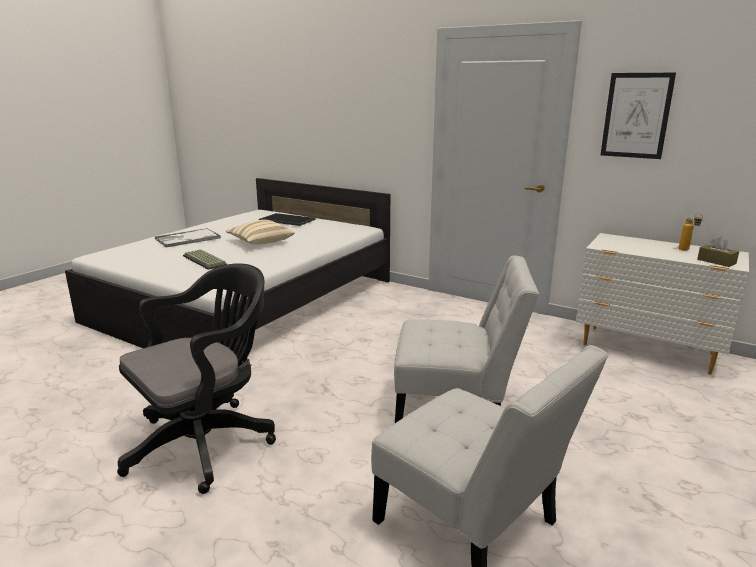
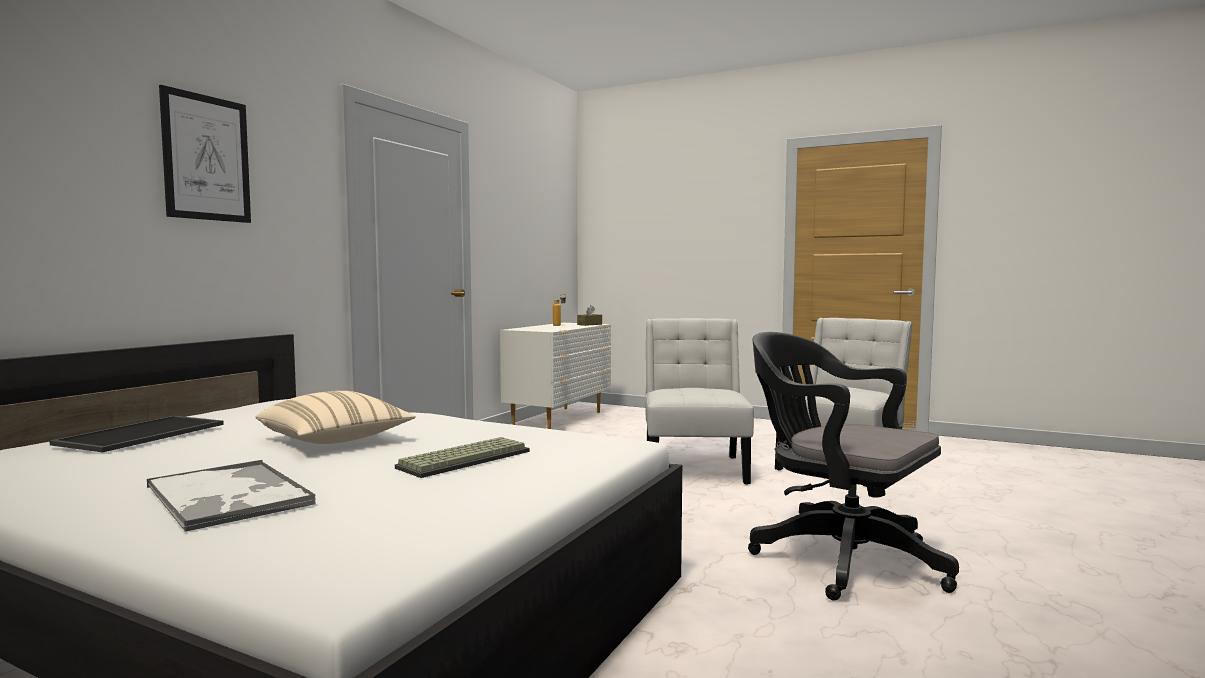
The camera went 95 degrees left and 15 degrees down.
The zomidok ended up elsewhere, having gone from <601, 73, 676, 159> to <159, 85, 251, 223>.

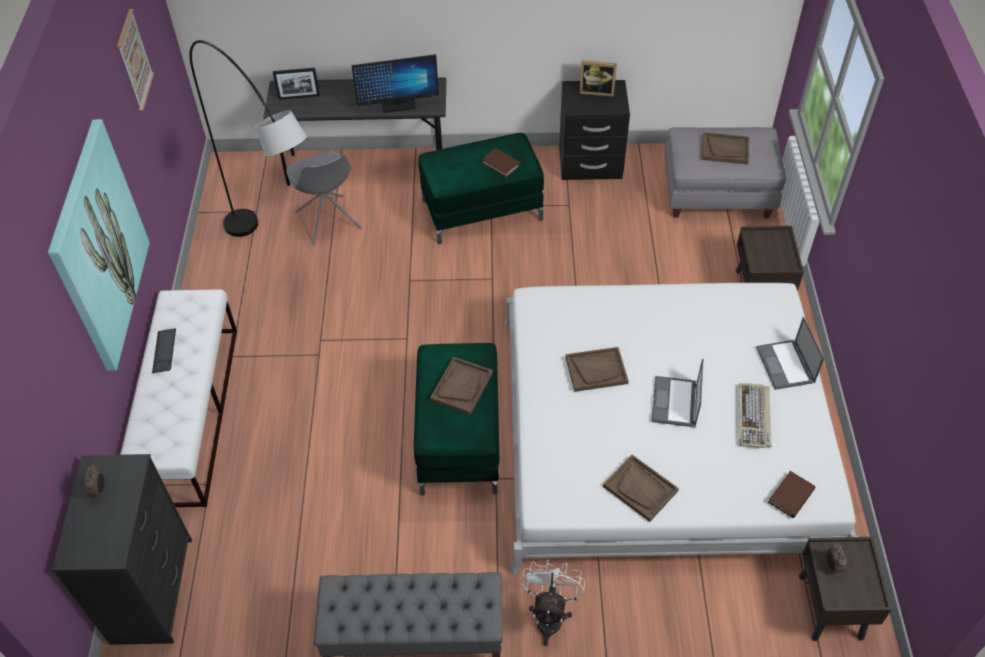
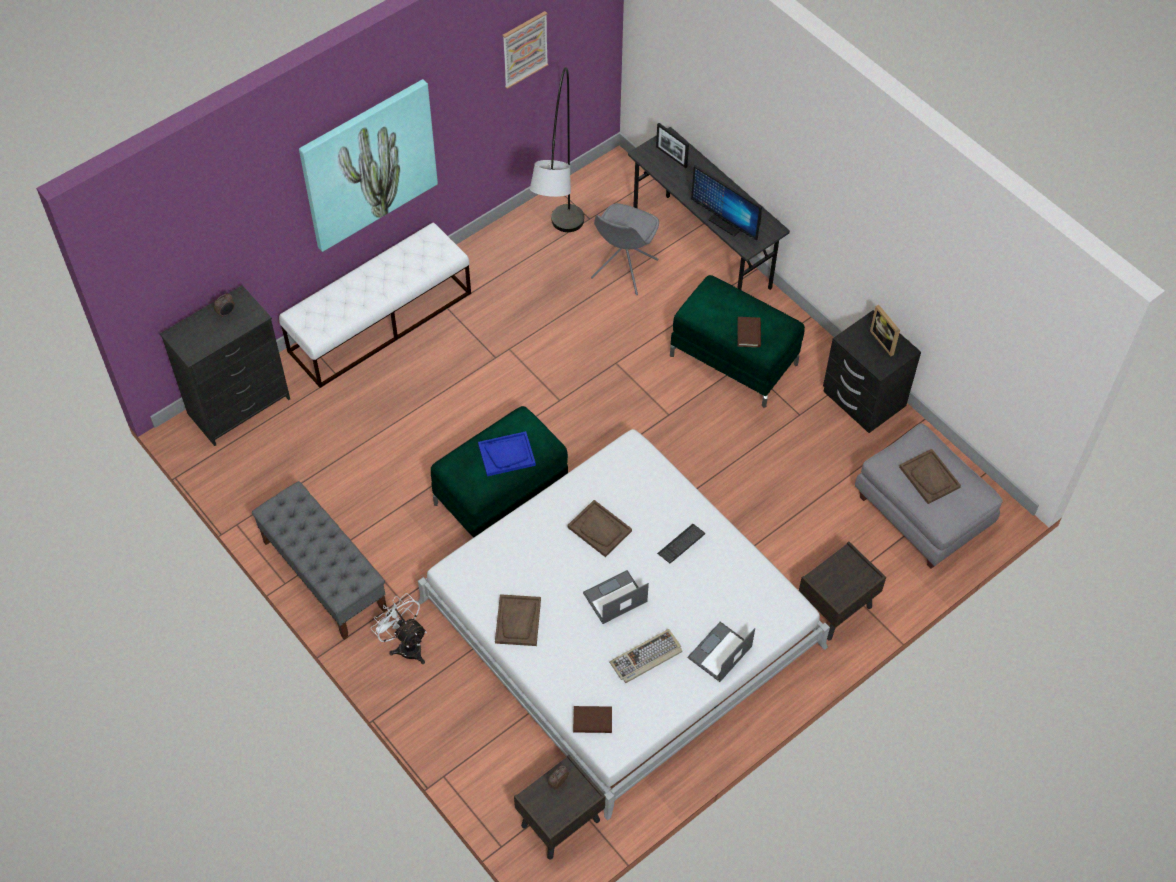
The camera went 50 degrees right and 5 degrees up.
The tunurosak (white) at <521, 559, 585, 646> ended up facing another way, 105 degrees counterclockwise from before.
What was the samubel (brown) at <430, 357, 493, 415> turned into the samubel (blue) at <478, 431, 536, 476>.
The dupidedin ended up elsewhere, having gone from <152, 328, 176, 373> to <657, 524, 705, 563>.

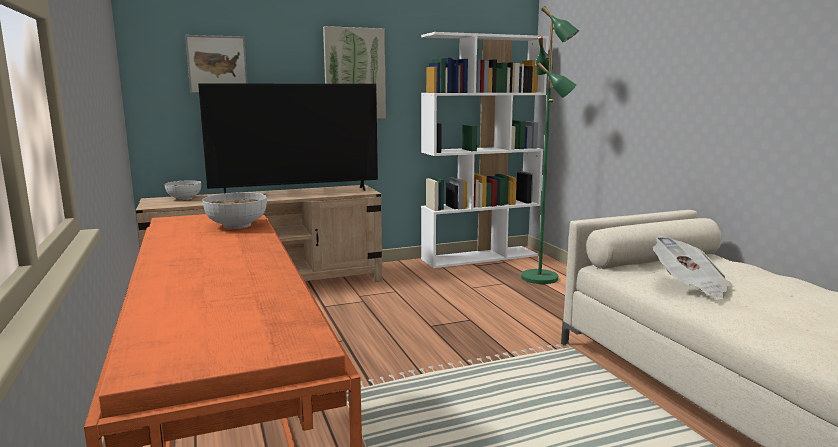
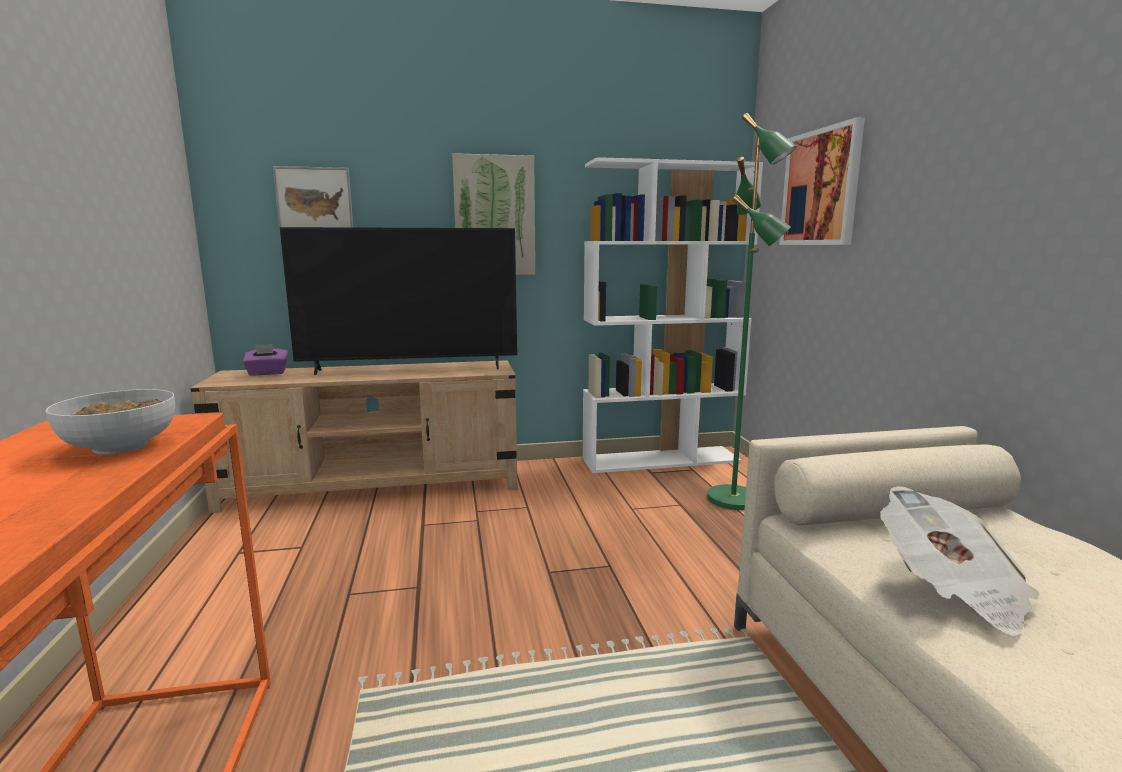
The camera went 10 degrees right and 0 degrees up.
Where the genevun stood at <165, 180, 201, 200>, the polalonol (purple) came to stand at <243, 344, 288, 376>.
The second view gained the zomidok at <779, 117, 865, 245>.

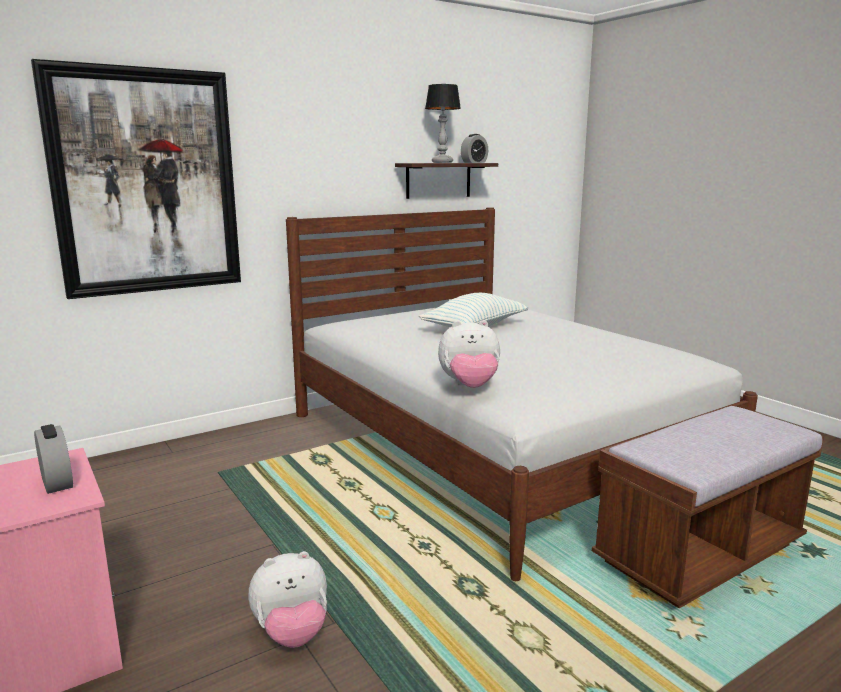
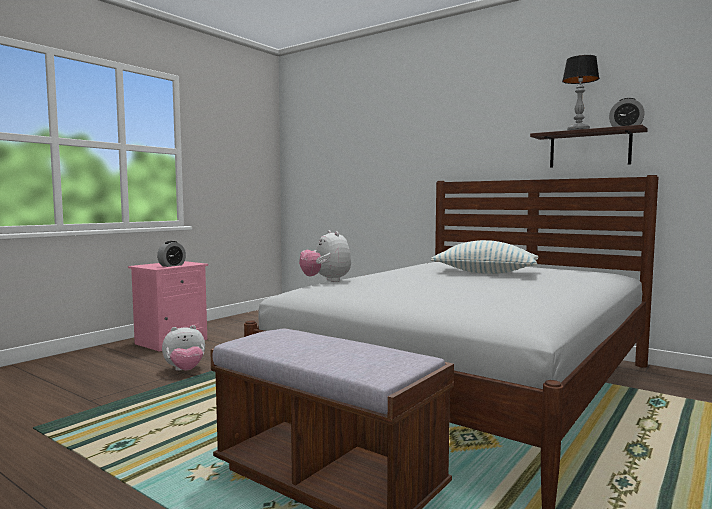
The camera went 70 degrees right and 10 degrees down.
The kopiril at <248, 551, 327, 648> ended up facing another way, 75 degrees counterclockwise from before.
The second view lost the zomidok at <31, 59, 241, 299>.

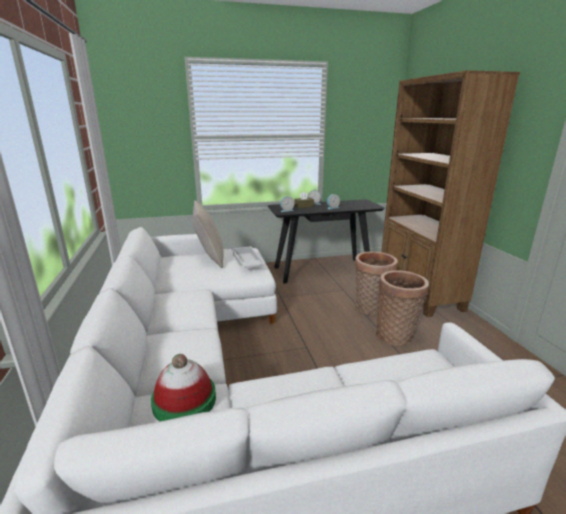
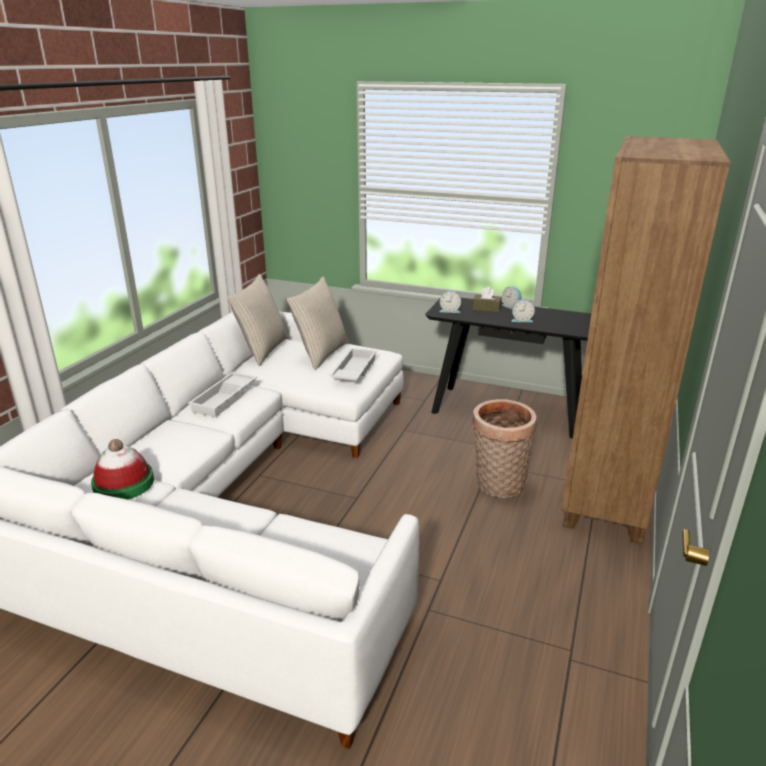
The camera went 35 degrees right and 5 degrees up.
The second view gained the samubel (white) at <188, 372, 257, 417>.
The second view gained the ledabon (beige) at <227, 274, 288, 366>.
The second view lost the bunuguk at <376, 270, 429, 346>.

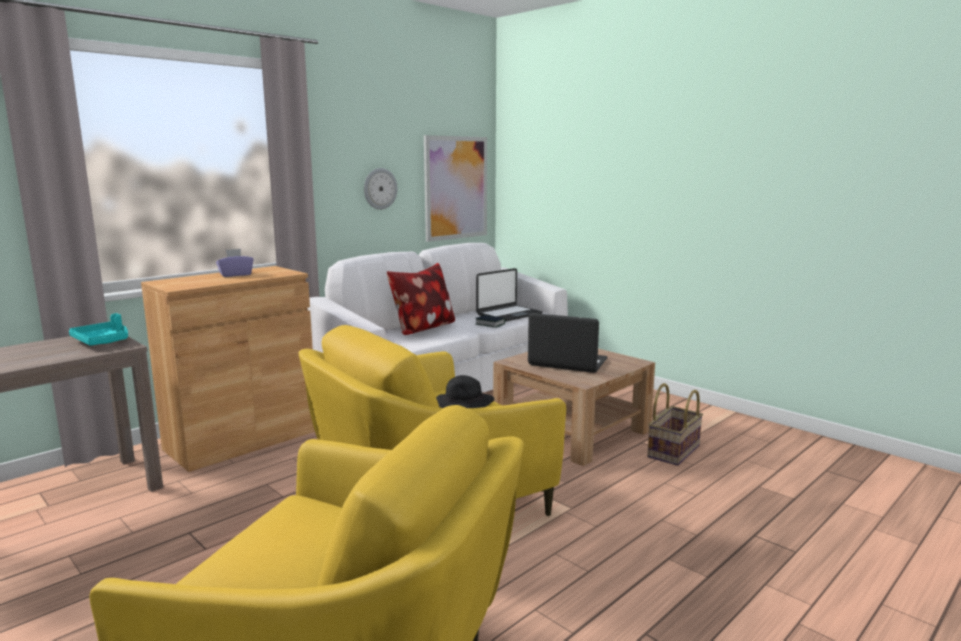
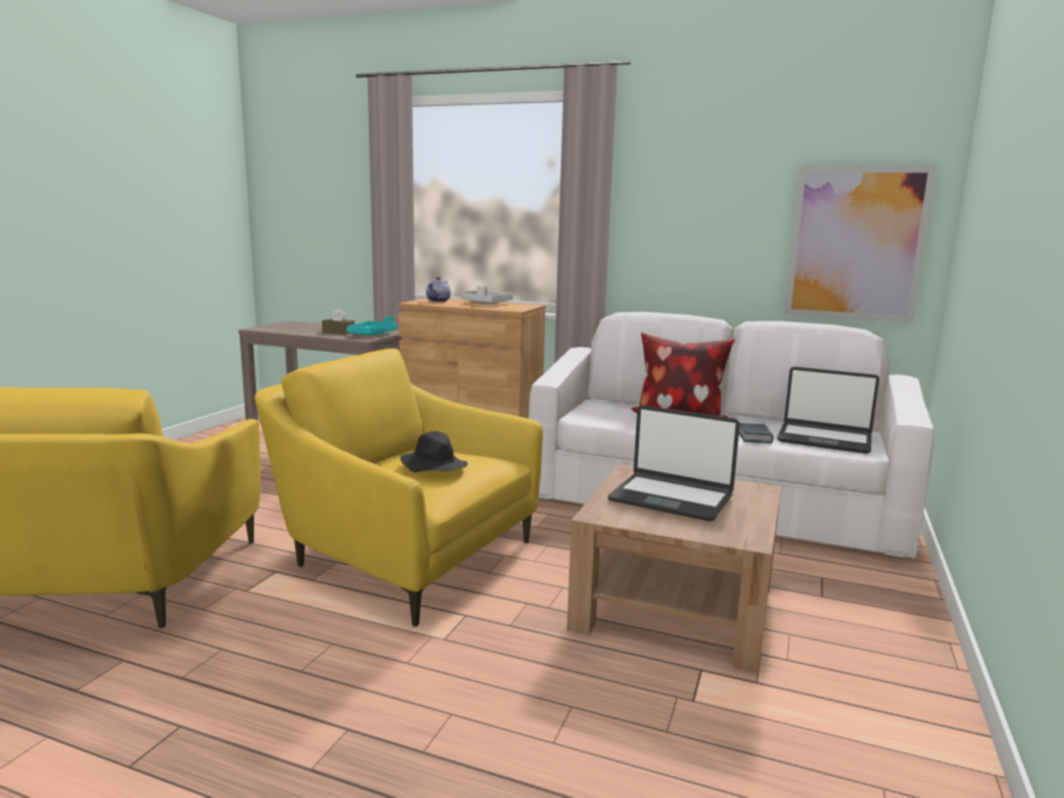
The camera went 65 degrees right and 0 degrees up.
The second view gained the polalonol (brown) at <322, 308, 355, 335>.
The second view gained the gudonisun at <426, 277, 451, 302>.
Where the polalonol (purple) stood at <216, 249, 253, 277>, the samubel (white) came to stand at <461, 286, 513, 304>.
The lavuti at <528, 313, 607, 373> ended up facing another way, 120 degrees clockwise from before.
The second view lost the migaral at <364, 168, 397, 210>.
The second view lost the bunuguk at <647, 383, 703, 466>.

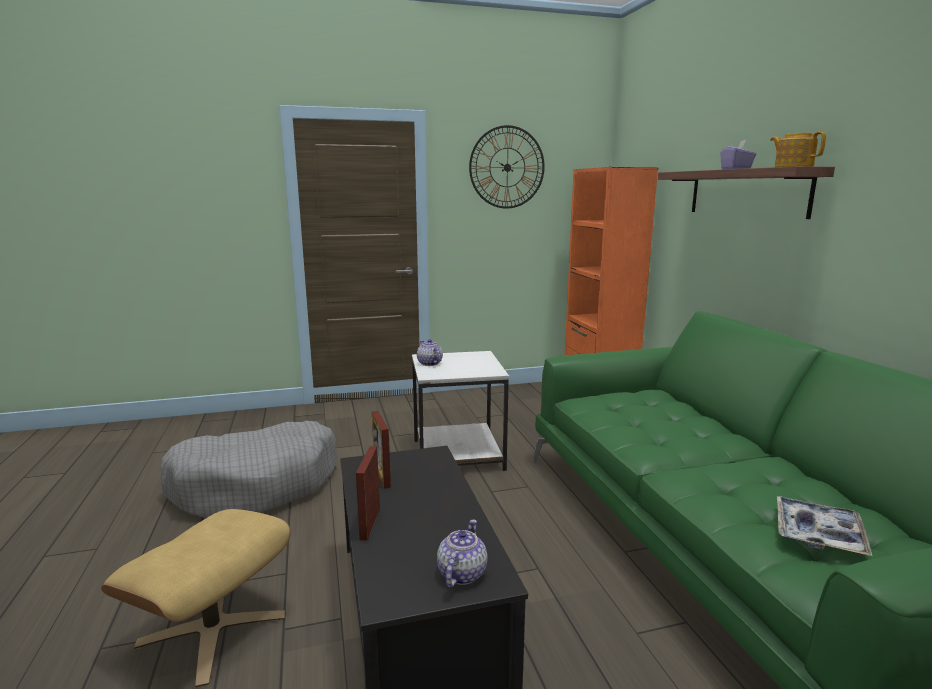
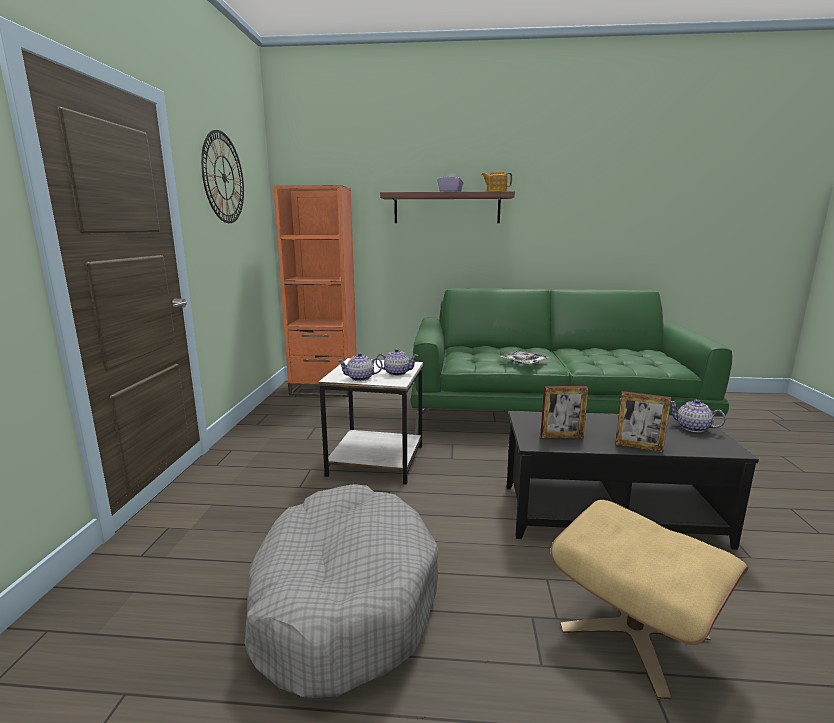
The camera went 70 degrees left and 0 degrees up.
The second view gained the gudonisun at <375, 349, 419, 376>.
The samubel ended up elsewhere, having gone from <777, 496, 872, 556> to <500, 350, 549, 364>.

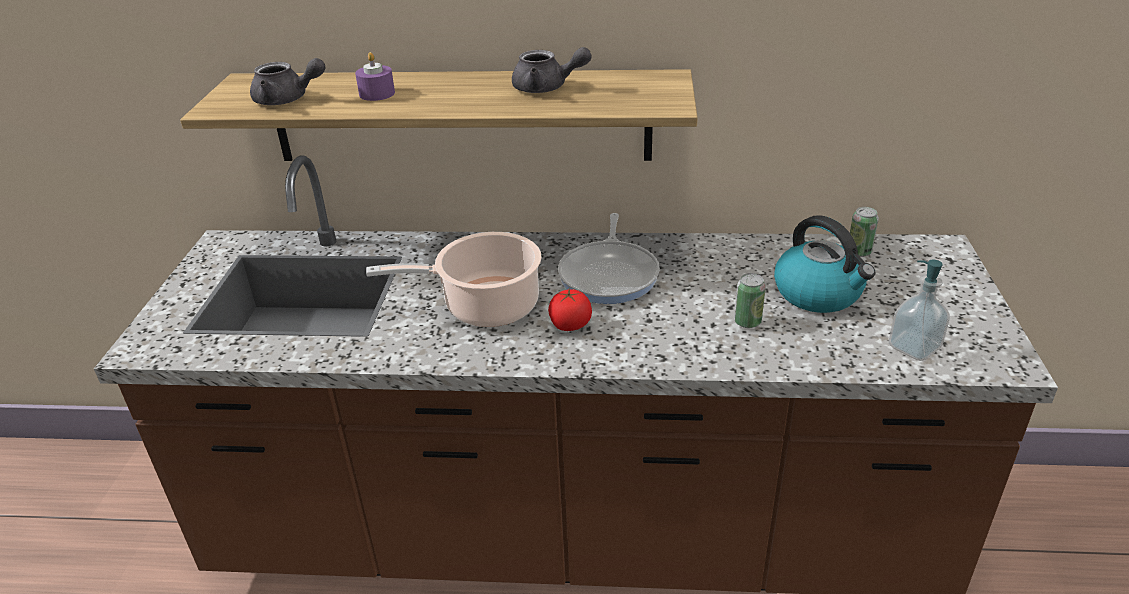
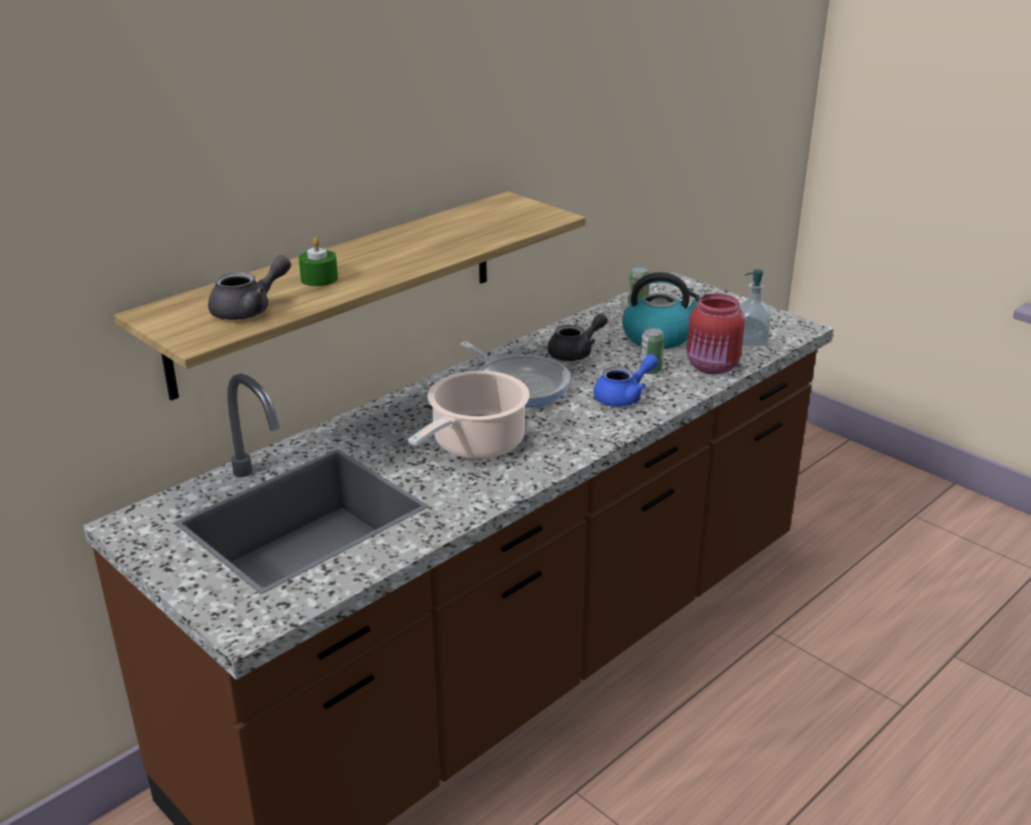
The camera went 50 degrees left and 5 degrees down.
What was the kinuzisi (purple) at <355, 52, 395, 101> turned into the kinuzisi (green) at <299, 237, 338, 287>.
The gudonisun (grey) ended up elsewhere, having gone from <512, 47, 591, 93> to <547, 313, 608, 361>.
The second view gained the gudonisun (blue) at <593, 354, 658, 407>.
The second view gained the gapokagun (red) at <687, 293, 745, 374>.
The second view lost the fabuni at <548, 288, 592, 331>.

